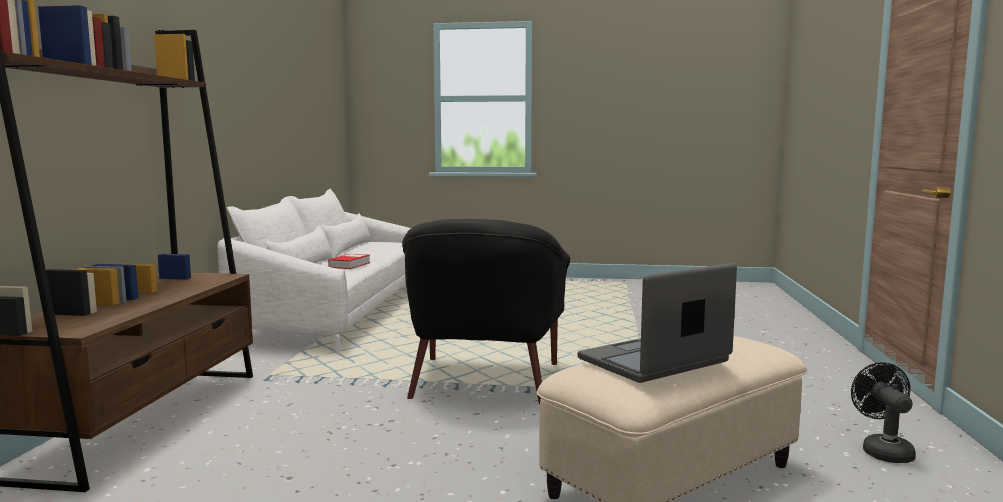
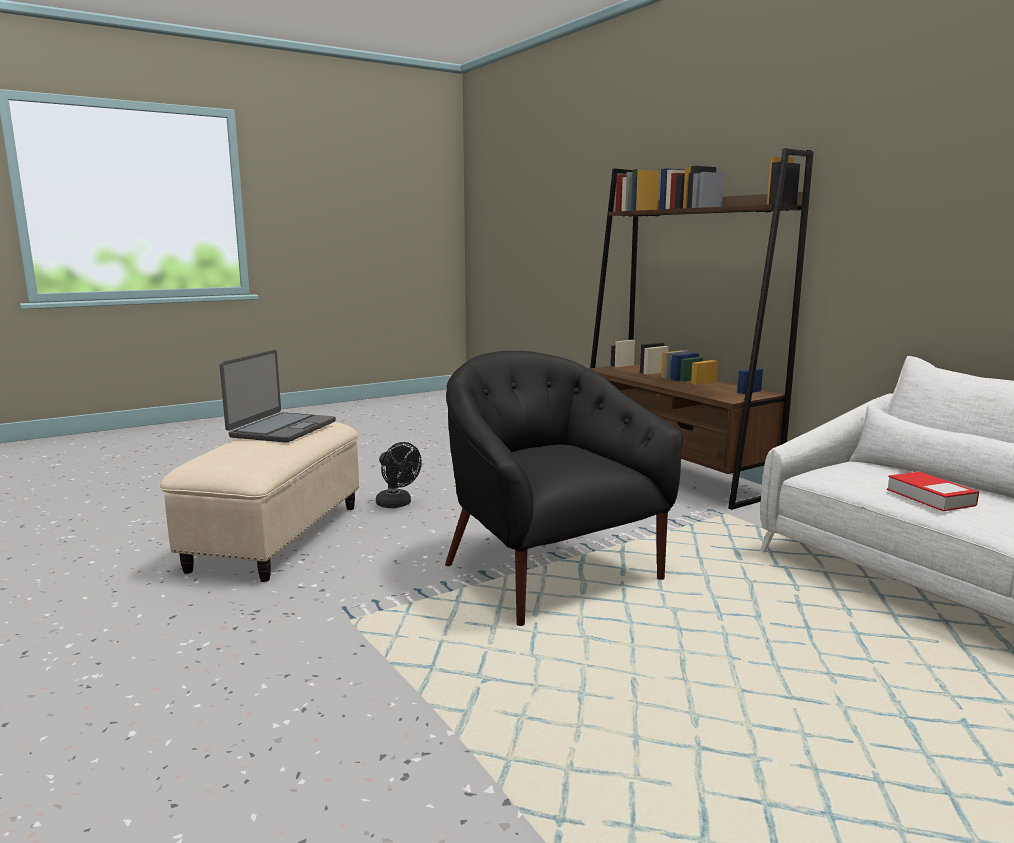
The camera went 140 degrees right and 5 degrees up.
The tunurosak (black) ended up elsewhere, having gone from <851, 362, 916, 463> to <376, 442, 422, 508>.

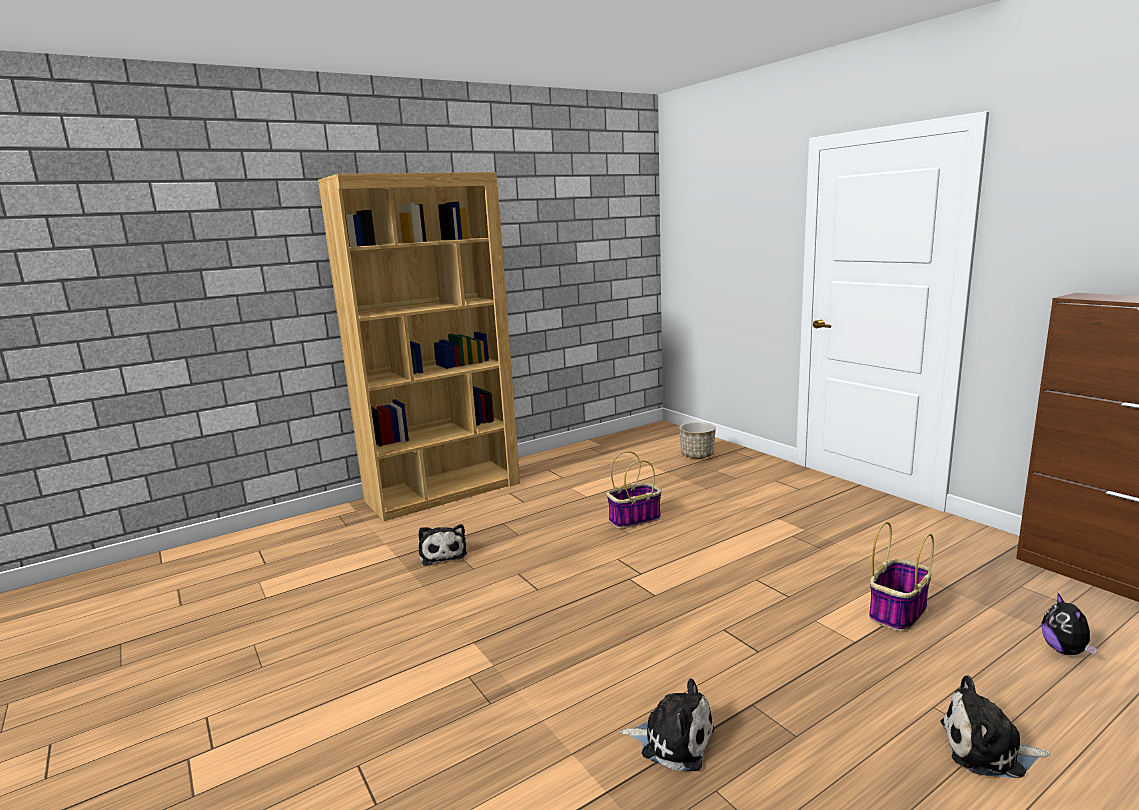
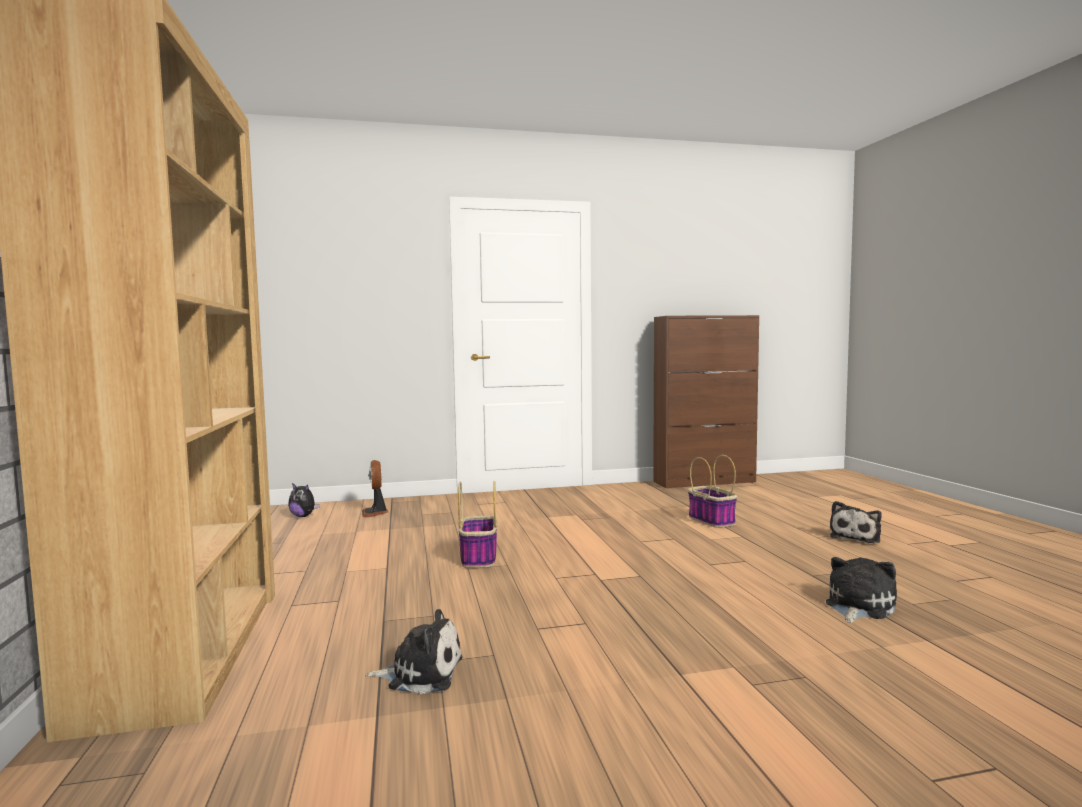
The camera went 70 degrees left and 10 degrees down.
The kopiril ended up elsewhere, having gone from <1042, 593, 1097, 655> to <288, 483, 320, 517>.
Where the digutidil stood at <679, 422, 716, 459>, the tunurosak came to stand at <362, 460, 388, 517>.

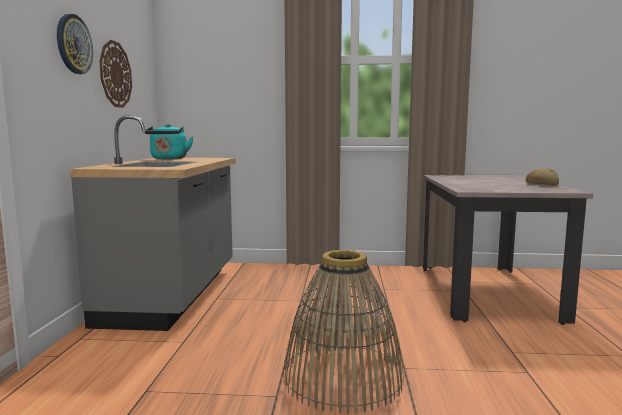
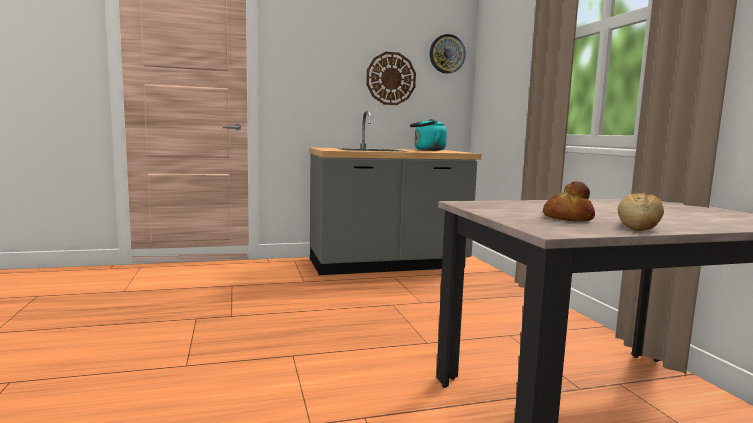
The camera went 70 degrees right and 0 degrees up.
The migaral ended up elsewhere, having gone from <57, 14, 93, 74> to <430, 34, 466, 74>.
The second view gained the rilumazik at <543, 181, 595, 222>.
The second view lost the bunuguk at <283, 250, 404, 414>.

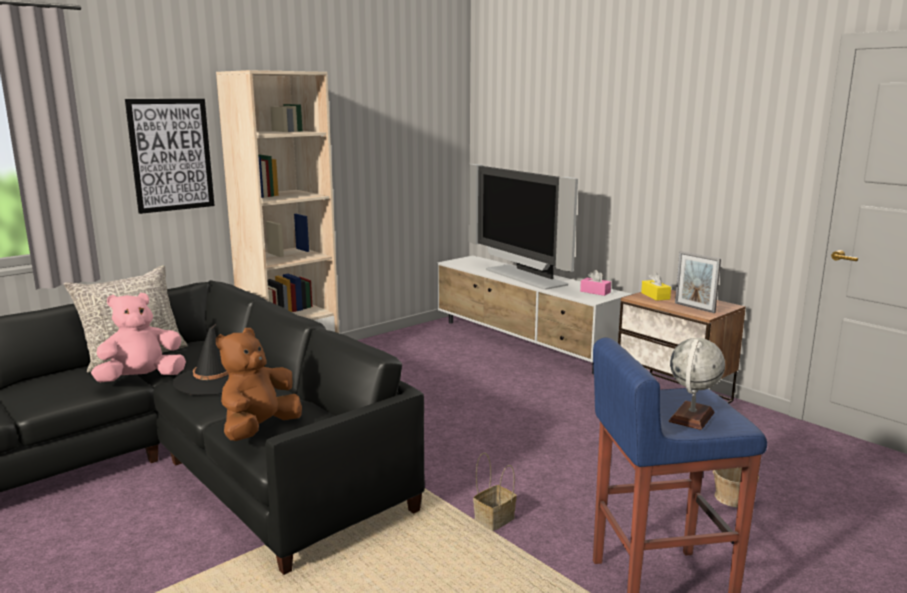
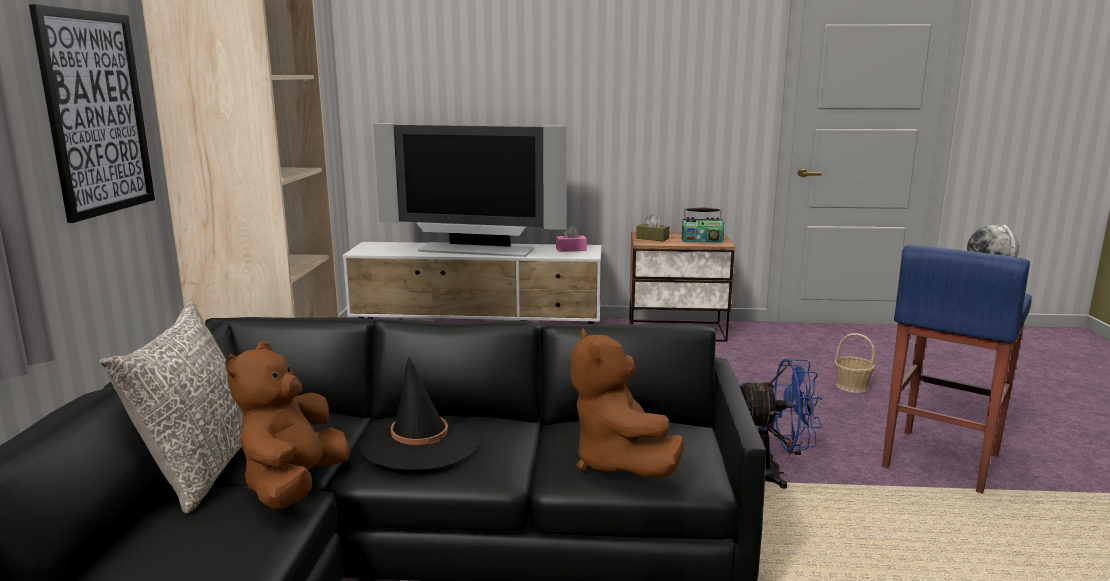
The camera went 45 degrees left and 0 degrees up.
What was the kopiril (pink) at <91, 293, 186, 382> turned into the kopiril (brown) at <225, 341, 350, 509>.
What was the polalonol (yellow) at <641, 272, 671, 301> turned into the polalonol (brown) at <636, 214, 670, 242>.
Where the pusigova stood at <675, 251, 721, 313>, the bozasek came to stand at <682, 208, 724, 243>.
Where the bunuguk stood at <473, 453, 517, 531>, the tunurosak (blue) came to stand at <739, 359, 822, 489>.

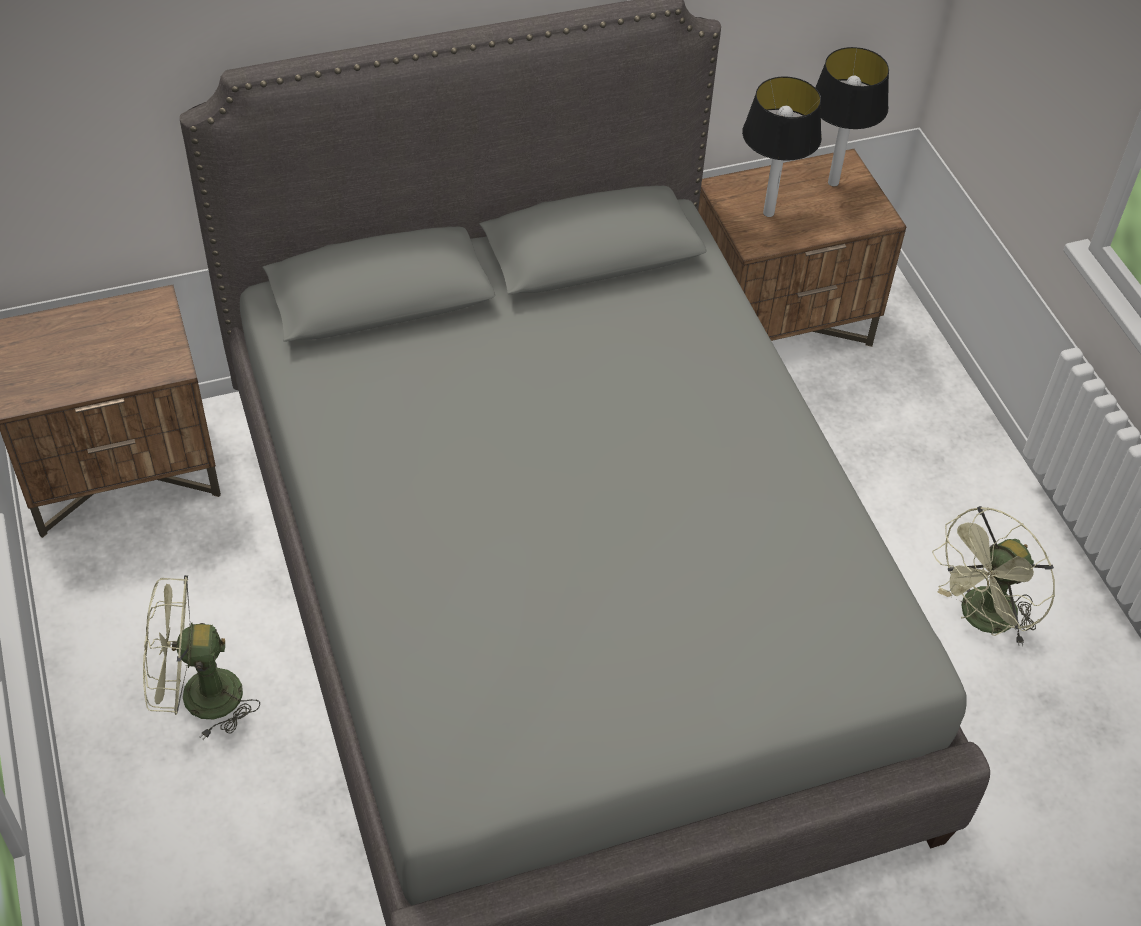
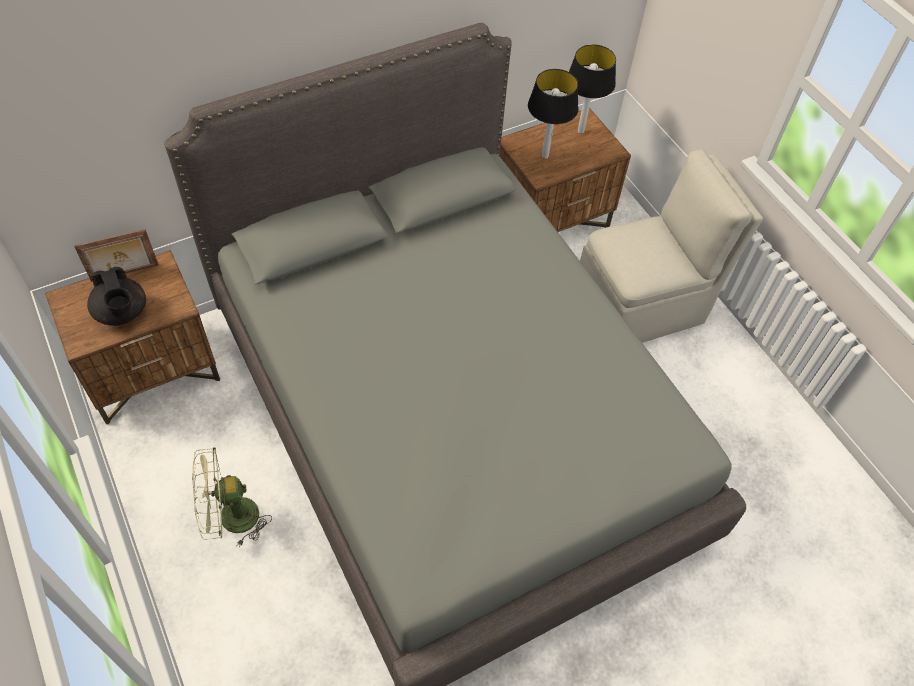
The camera went 10 degrees left and 5 degrees up.
The second view gained the pusigova at <74, 229, 159, 282>.
The second view gained the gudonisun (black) at <87, 267, 146, 326>.
The second view gained the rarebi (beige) at <580, 149, 763, 343>.
The second view lost the tunurosak (green) at <932, 506, 1055, 646>.

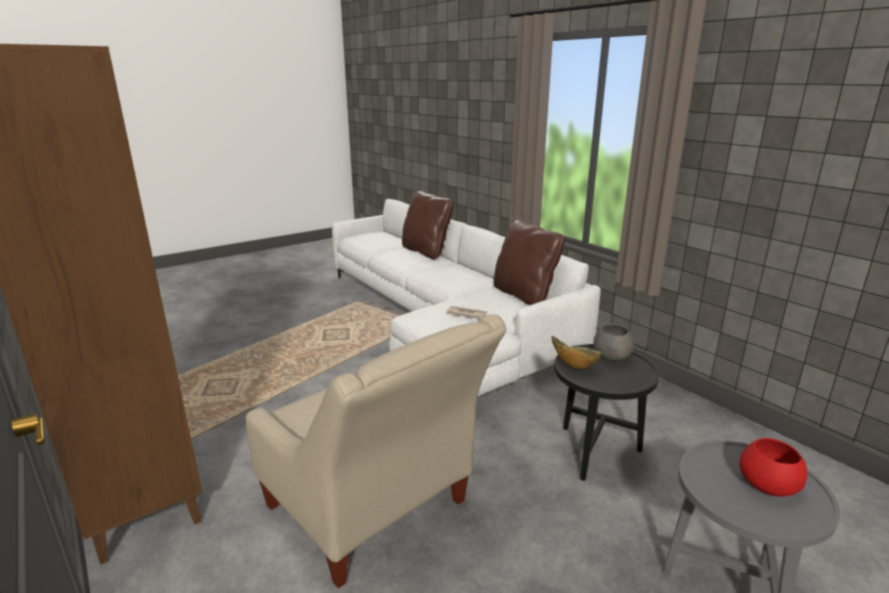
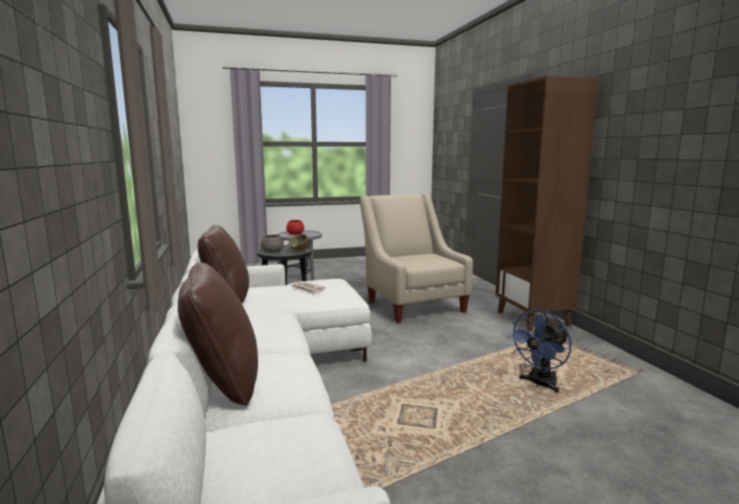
The camera went 160 degrees left and 10 degrees down.
The second view gained the tunurosak (blue) at <507, 309, 571, 393>.

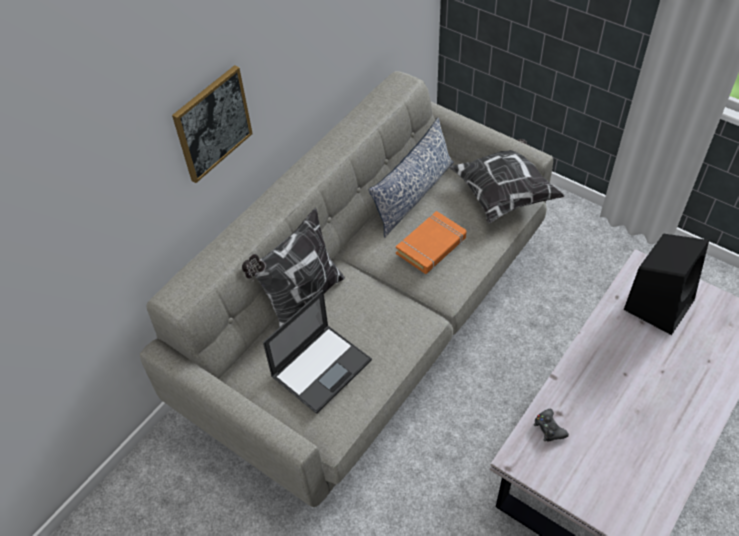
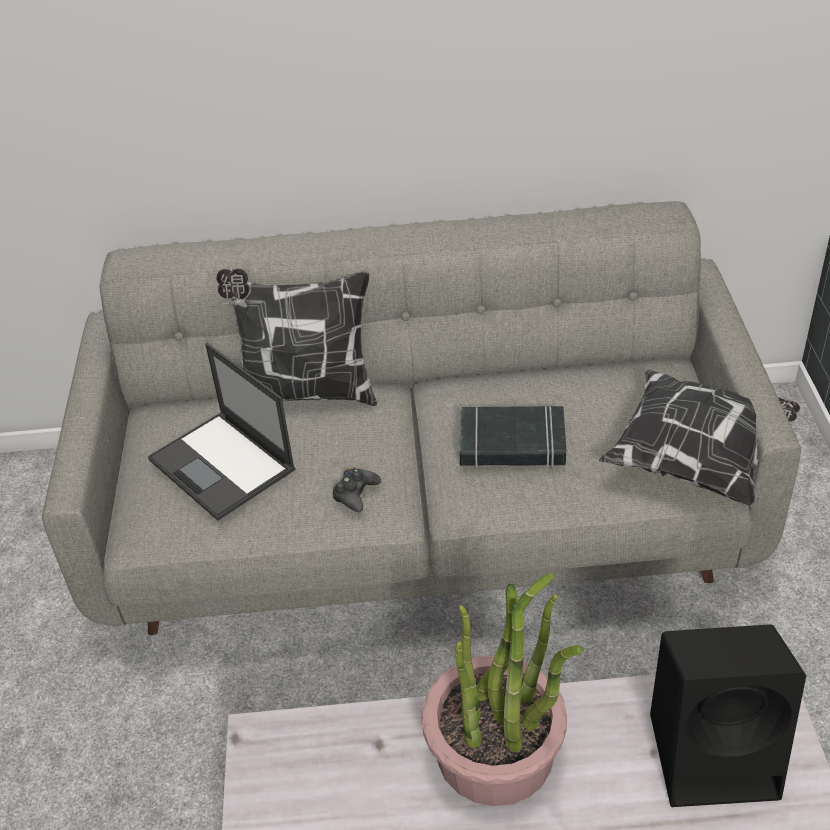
The camera went 50 degrees right and 10 degrees down.
The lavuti at <263, 290, 372, 414> ended up facing another way, 45 degrees clockwise from before.
The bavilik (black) ended up elsewhere, having gone from <534, 409, 569, 441> to <333, 468, 381, 512>.
The second view gained the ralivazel at <421, 573, 583, 806>.
What was the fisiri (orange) at <396, 211, 466, 274> turned into the fisiri (black) at <459, 406, 566, 468>.
The second view lost the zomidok at <172, 65, 253, 183>.
The second view lost the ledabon at <368, 117, 454, 238>.

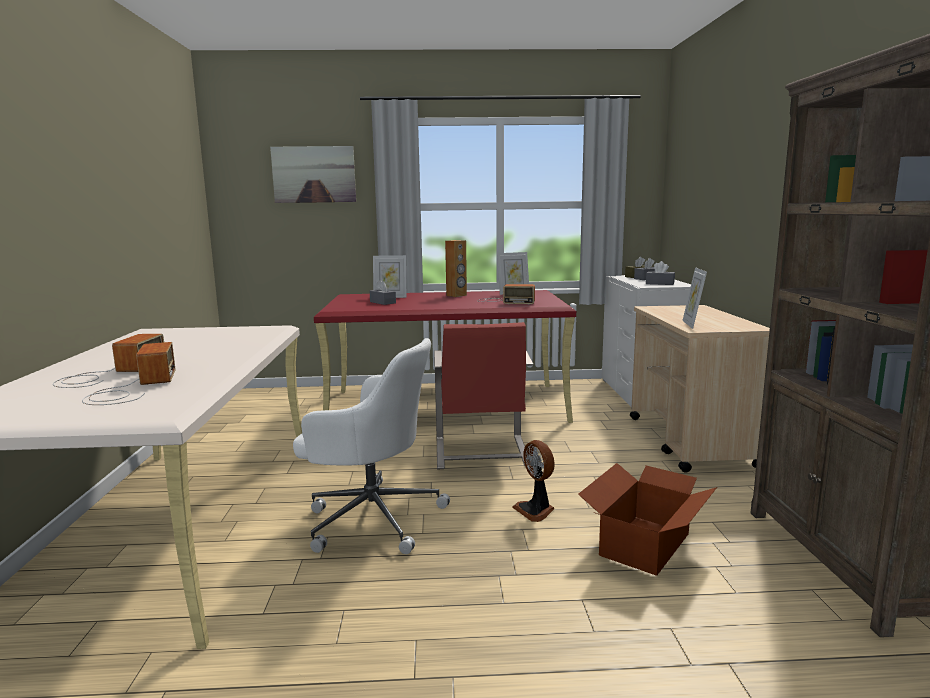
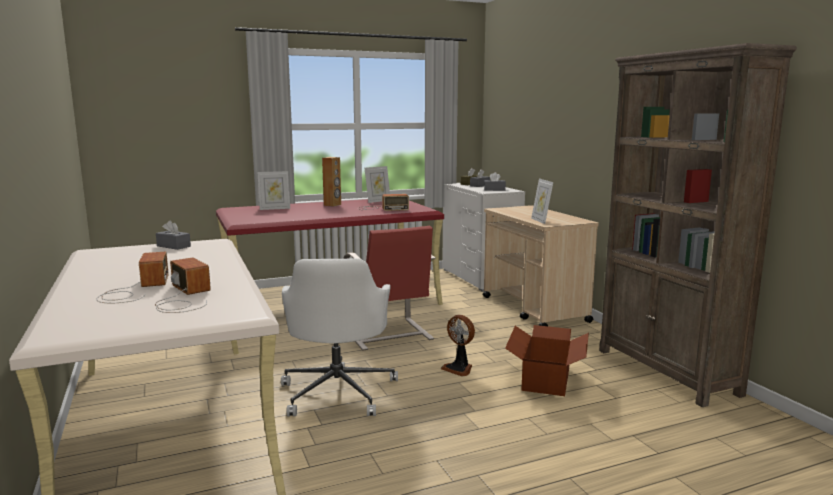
The camera went 20 degrees left and 0 degrees up.
The polalonol (grey) ended up elsewhere, having gone from <370, 280, 396, 305> to <156, 220, 191, 250>.
The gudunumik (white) at <293, 338, 450, 554> ended up facing another way, 90 degrees clockwise from before.
The second view lost the zomidok at <270, 146, 356, 203>.

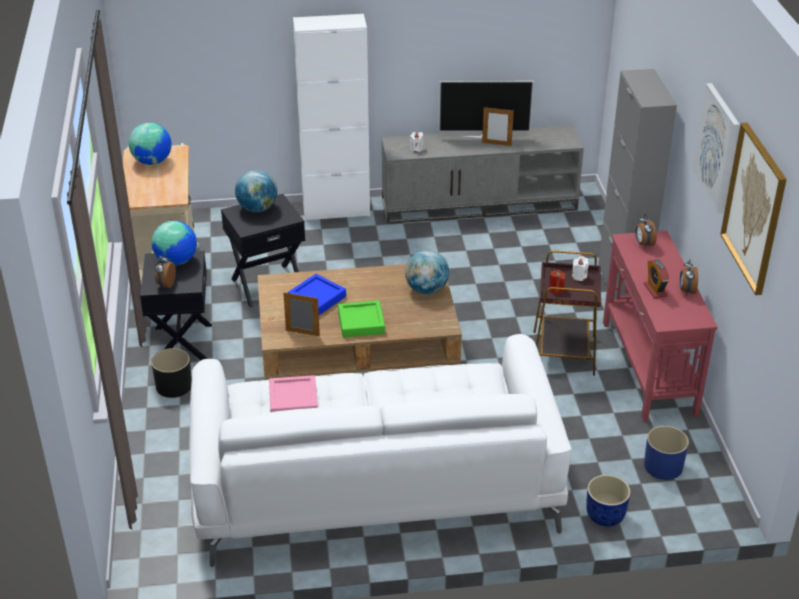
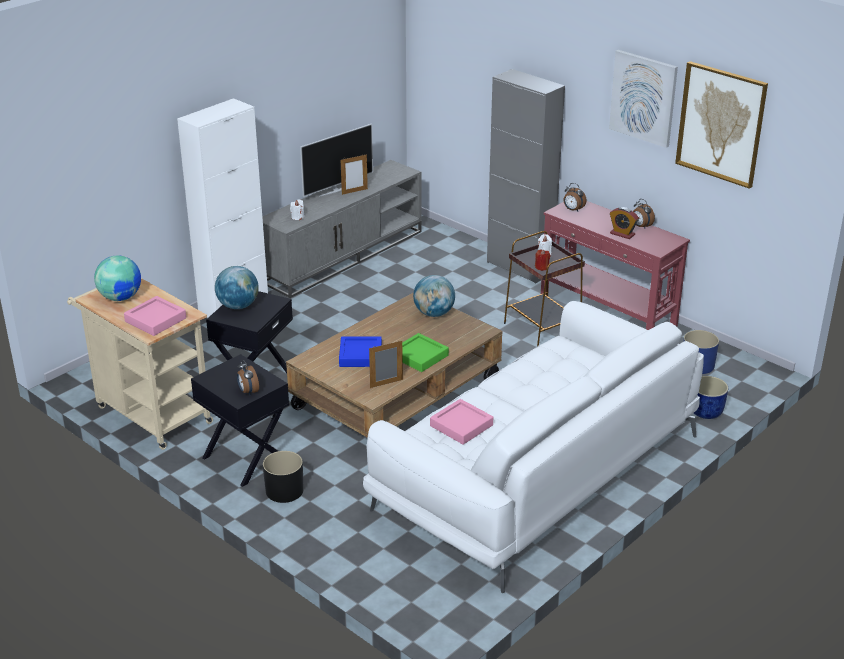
The camera went 40 degrees left and 5 degrees down.
The second view gained the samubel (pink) at <124, 296, 186, 336>.
The second view lost the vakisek at <151, 221, 197, 266>.

